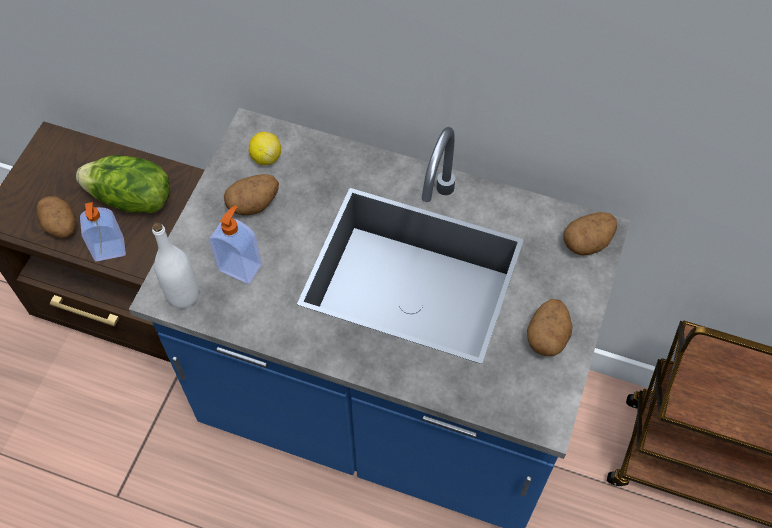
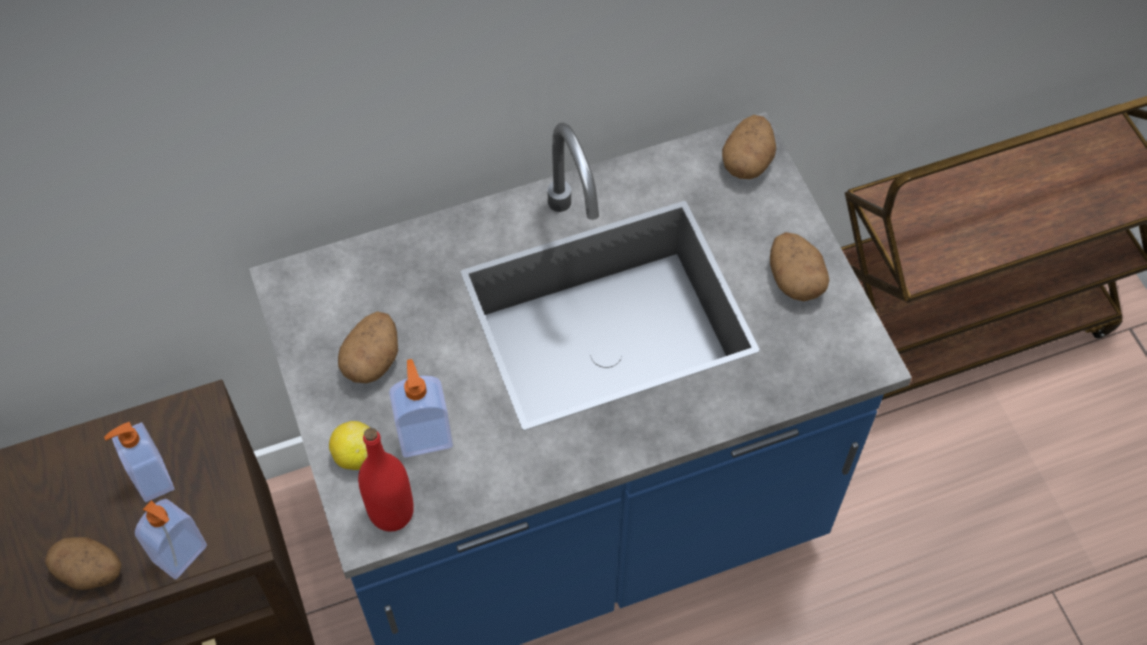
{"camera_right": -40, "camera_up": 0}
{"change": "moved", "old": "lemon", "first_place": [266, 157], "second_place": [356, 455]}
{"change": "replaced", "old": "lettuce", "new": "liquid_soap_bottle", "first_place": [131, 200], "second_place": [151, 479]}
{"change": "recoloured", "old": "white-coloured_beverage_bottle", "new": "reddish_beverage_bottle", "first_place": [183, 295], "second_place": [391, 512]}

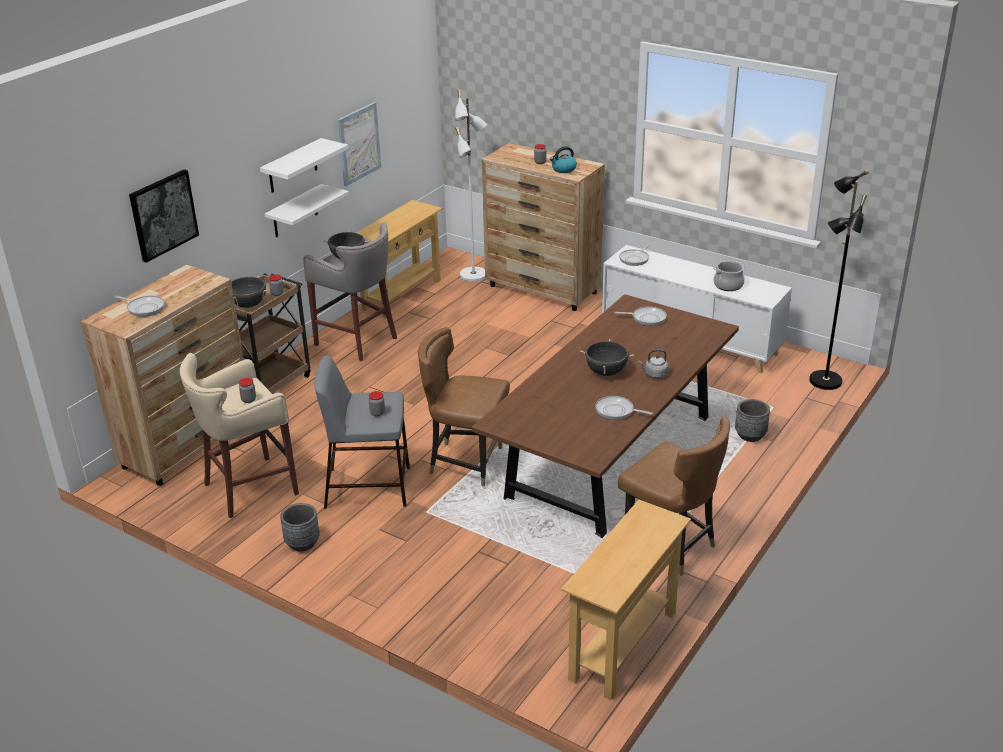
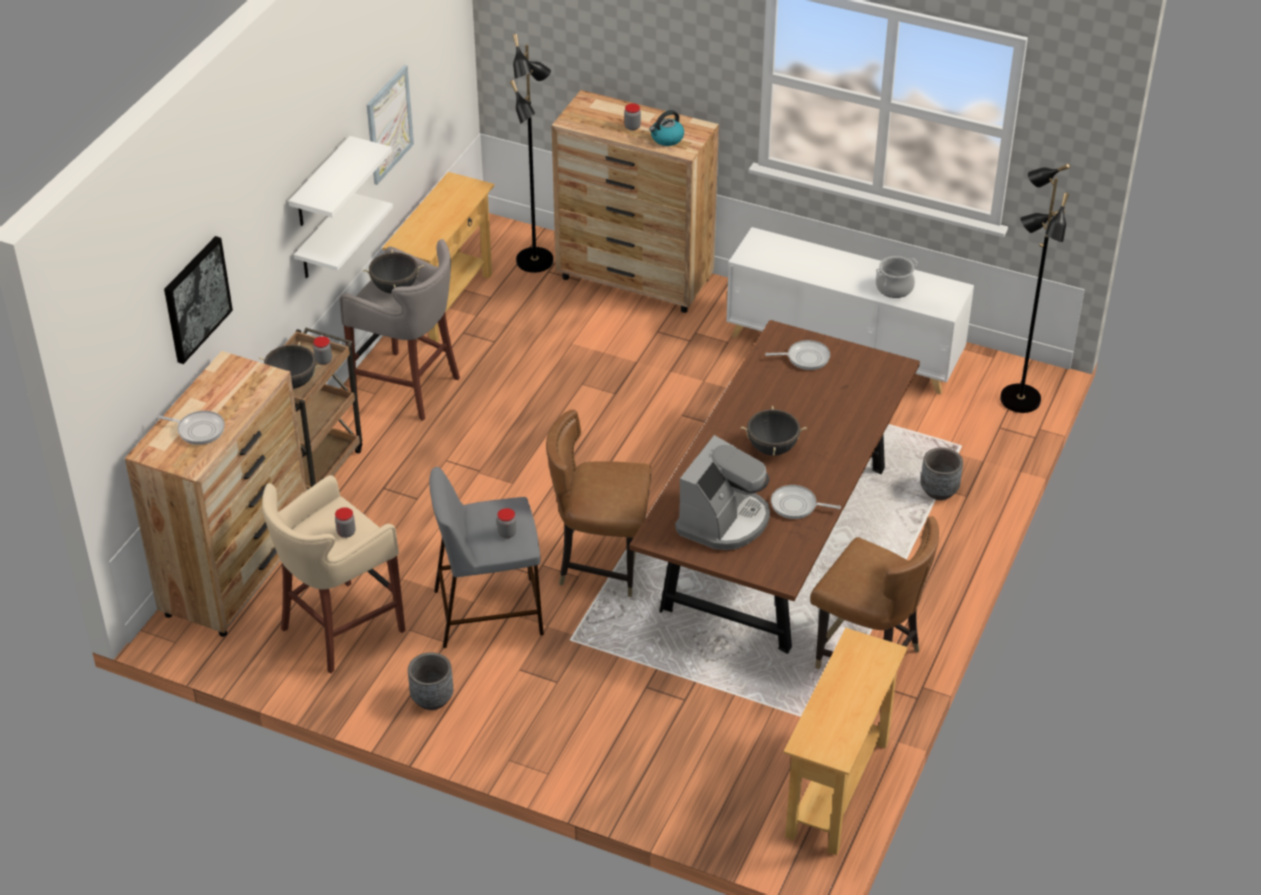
{"camera_right": -10, "camera_up": 10}
{"change": "recoloured", "old": "white-coloured_standard_lamp", "new": "black-coloured_standard_lamp", "first_place": [474, 275], "second_place": [536, 261]}
{"change": "removed", "old": "skillet", "first_place": [635, 259]}
{"change": "removed", "old": "grey_water_kettle", "first_place": [654, 374]}
{"change": "added", "new": "coffee_machine", "second_place": [724, 521]}

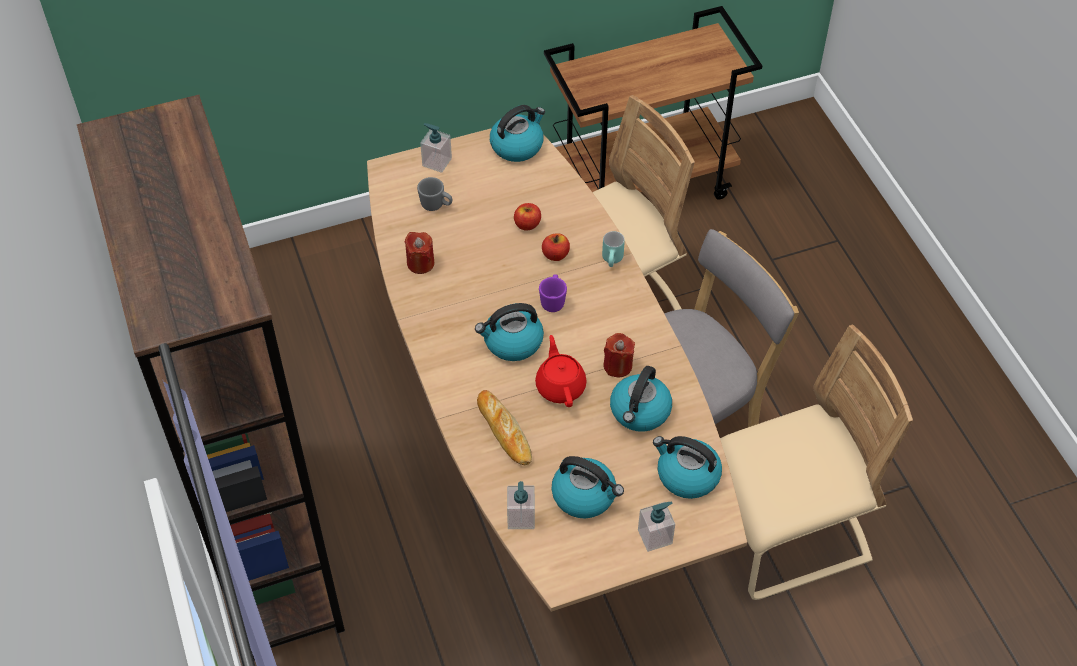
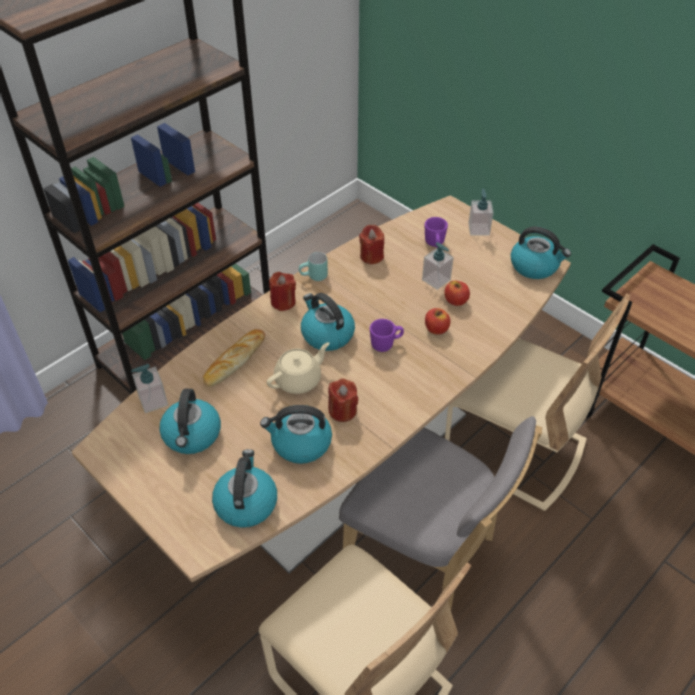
{"camera_right": 65, "camera_up": -5}
{"change": "recoloured", "old": "grey_coffee_mug", "new": "purple-coloured_coffee_mug", "first_place": [436, 205], "second_place": [434, 244]}
{"change": "moved", "old": "turquoise-coloured_coffee_mug", "first_place": [613, 261], "second_place": [314, 277]}
{"change": "recoloured", "old": "reddish_teapot", "new": "beige-coloured_teapot", "first_place": [560, 386], "second_place": [299, 380]}
{"change": "moved", "old": "liquid_soap_bottle", "first_place": [655, 536], "second_place": [436, 280]}
{"change": "added", "new": "reddish_wax_light", "second_place": [283, 302]}

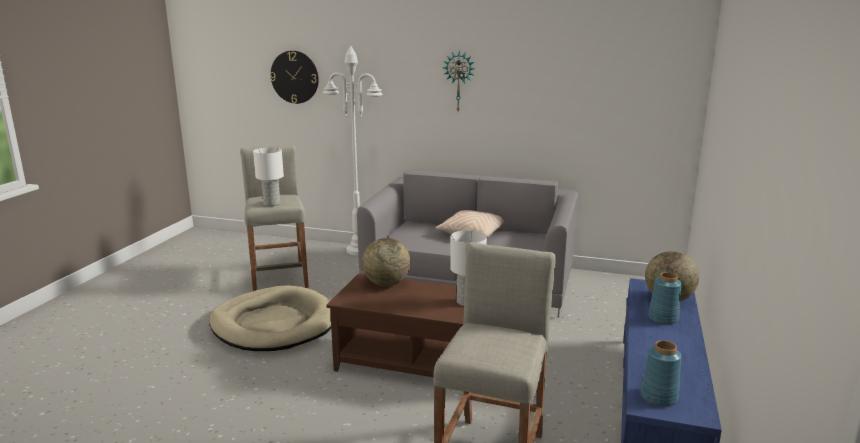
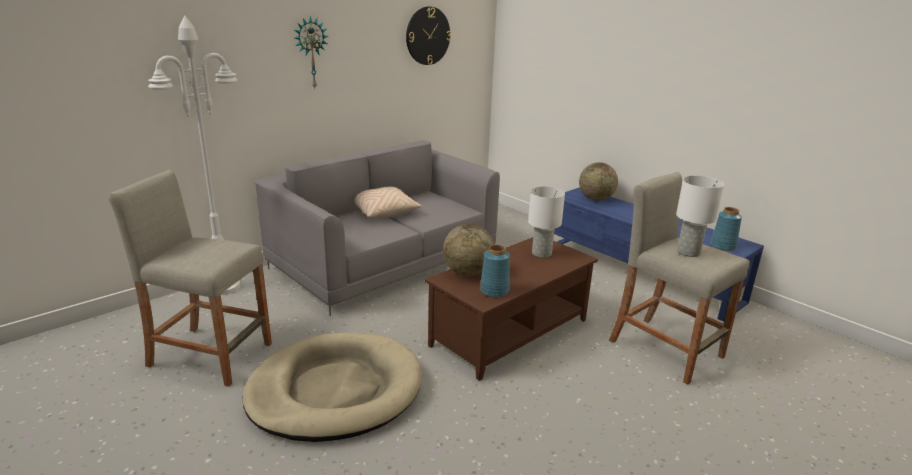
{"camera_right": -60, "camera_up": 5}
{"change": "moved", "old": "hanging_clock", "first_place": [294, 77], "second_place": [427, 36]}
{"change": "moved", "old": "white-coloured_lamp_for_a_table", "first_place": [271, 204], "second_place": [688, 252]}
{"change": "moved", "old": "blue-coloured_flower_vase", "first_place": [663, 318], "second_place": [495, 291]}

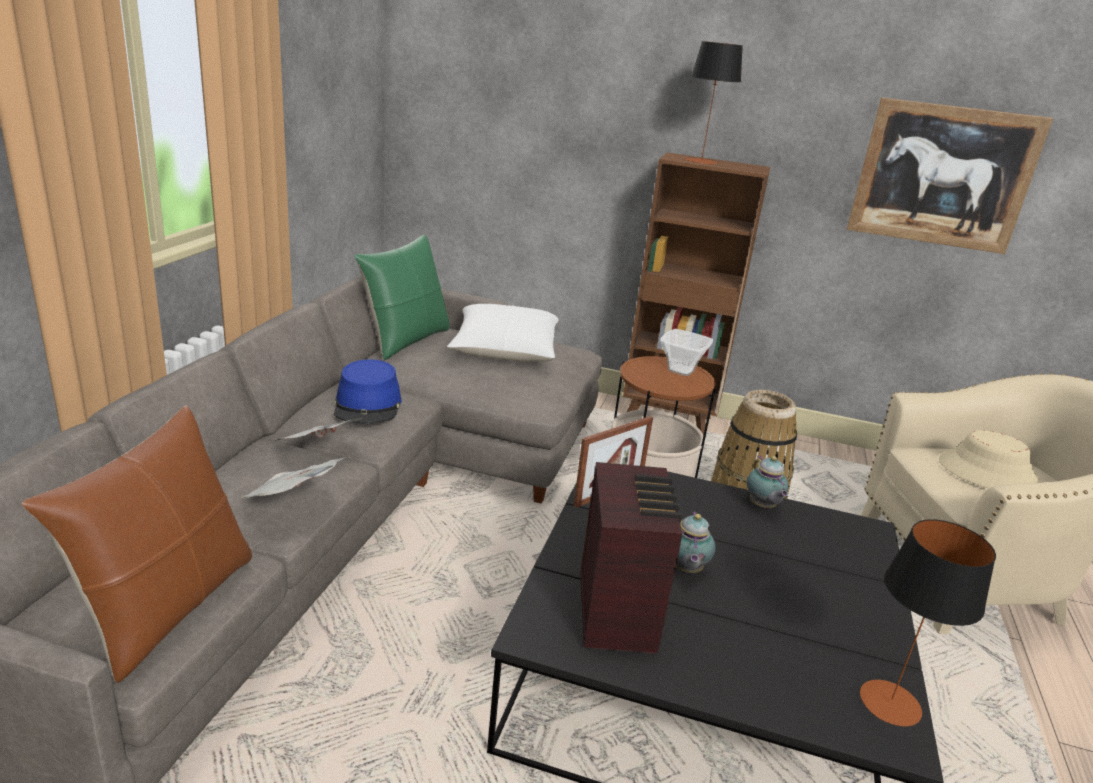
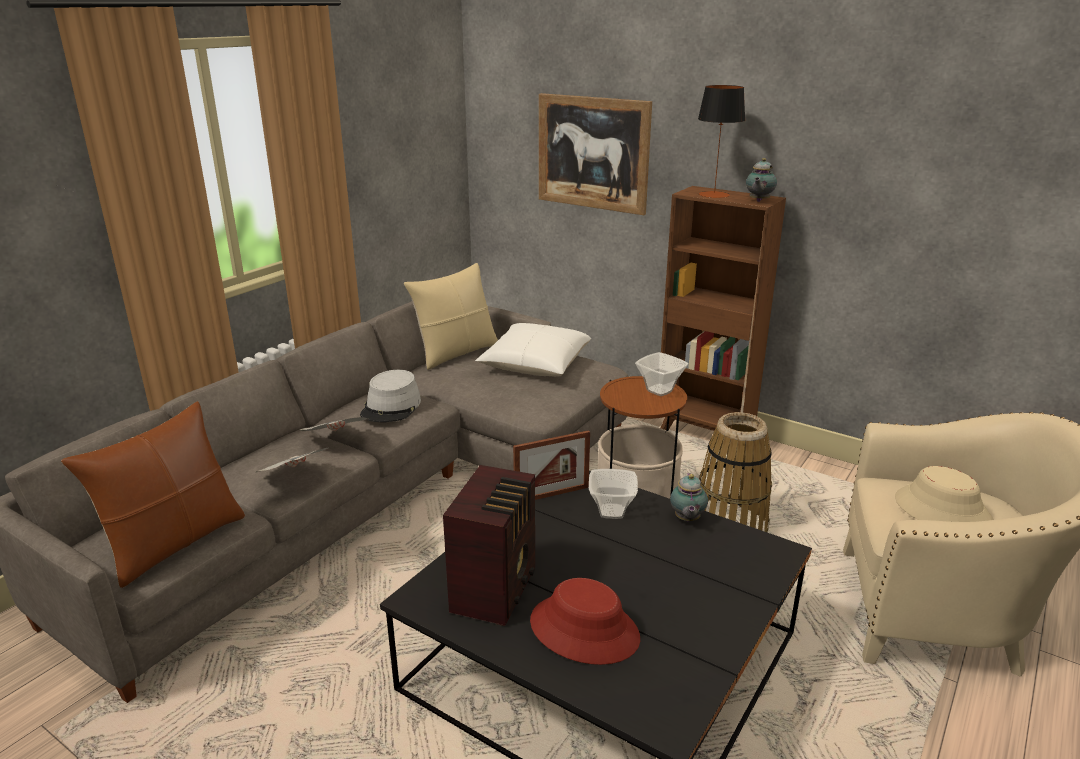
{"camera_right": 20, "camera_up": 0}
{"change": "moved", "old": "wall_art", "first_place": [943, 176], "second_place": [592, 153]}
{"change": "recoloured", "old": "greenish_cushion", "new": "beige-coloured_cushion", "first_place": [405, 340], "second_place": [455, 353]}
{"change": "recoloured", "old": "blue-coloured_clothing_hat", "new": "grey_clothing_hat", "first_place": [368, 405], "second_place": [391, 407]}
{"change": "moved", "old": "teapot", "first_place": [686, 570], "second_place": [758, 201]}
{"change": "removed", "old": "lamp_for_a_table", "first_place": [890, 702]}
{"change": "added", "new": "bowl", "second_place": [613, 511]}
{"change": "added", "new": "reddish_clothing_hat", "second_place": [584, 629]}

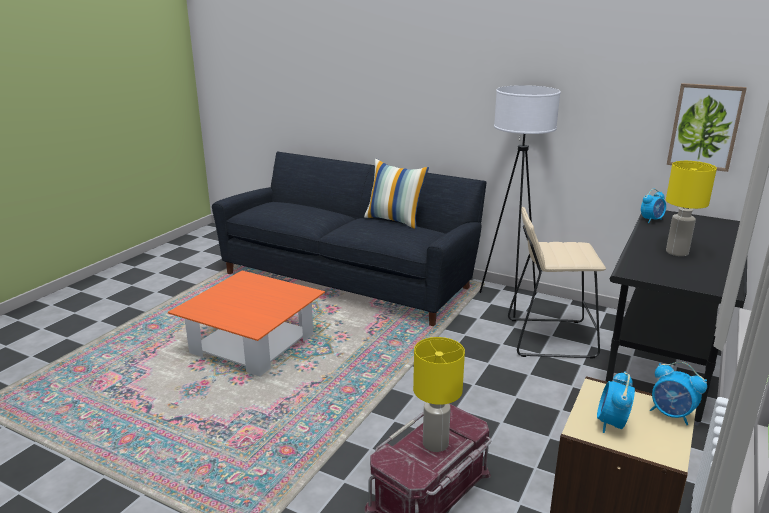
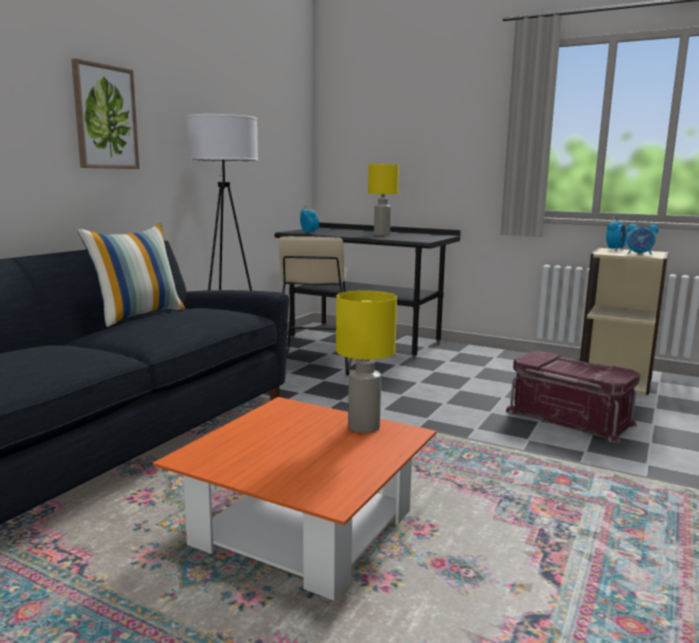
{"camera_right": -90, "camera_up": -10}
{"change": "moved", "old": "wall_art", "first_place": [705, 127], "second_place": [105, 117]}
{"change": "moved", "old": "yellow-coloured_lamp_for_a_table", "first_place": [436, 444], "second_place": [364, 427]}

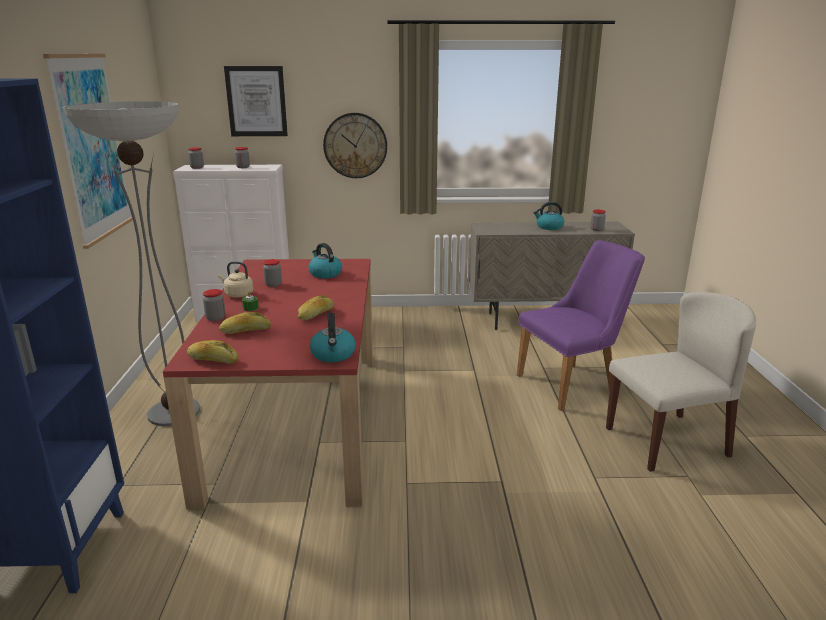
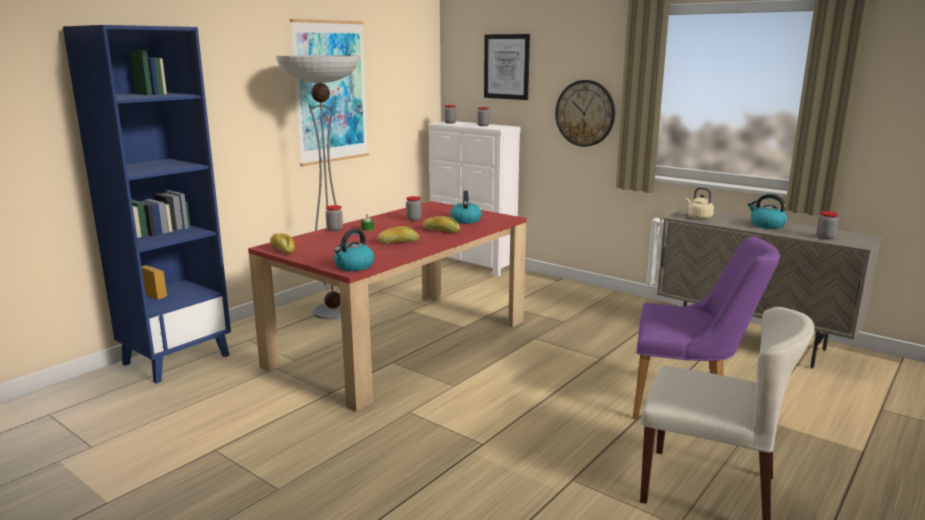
{"camera_right": 40, "camera_up": -5}
{"change": "moved", "old": "beige-coloured_water_kettle", "first_place": [237, 294], "second_place": [698, 217]}
{"change": "moved", "old": "bakery_bread", "first_place": [245, 331], "second_place": [441, 231]}

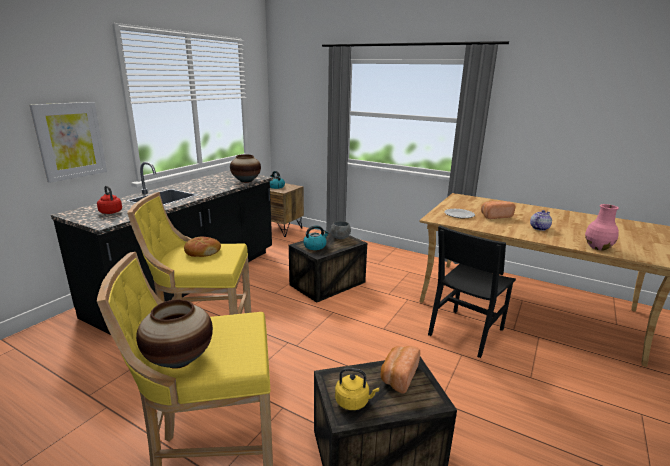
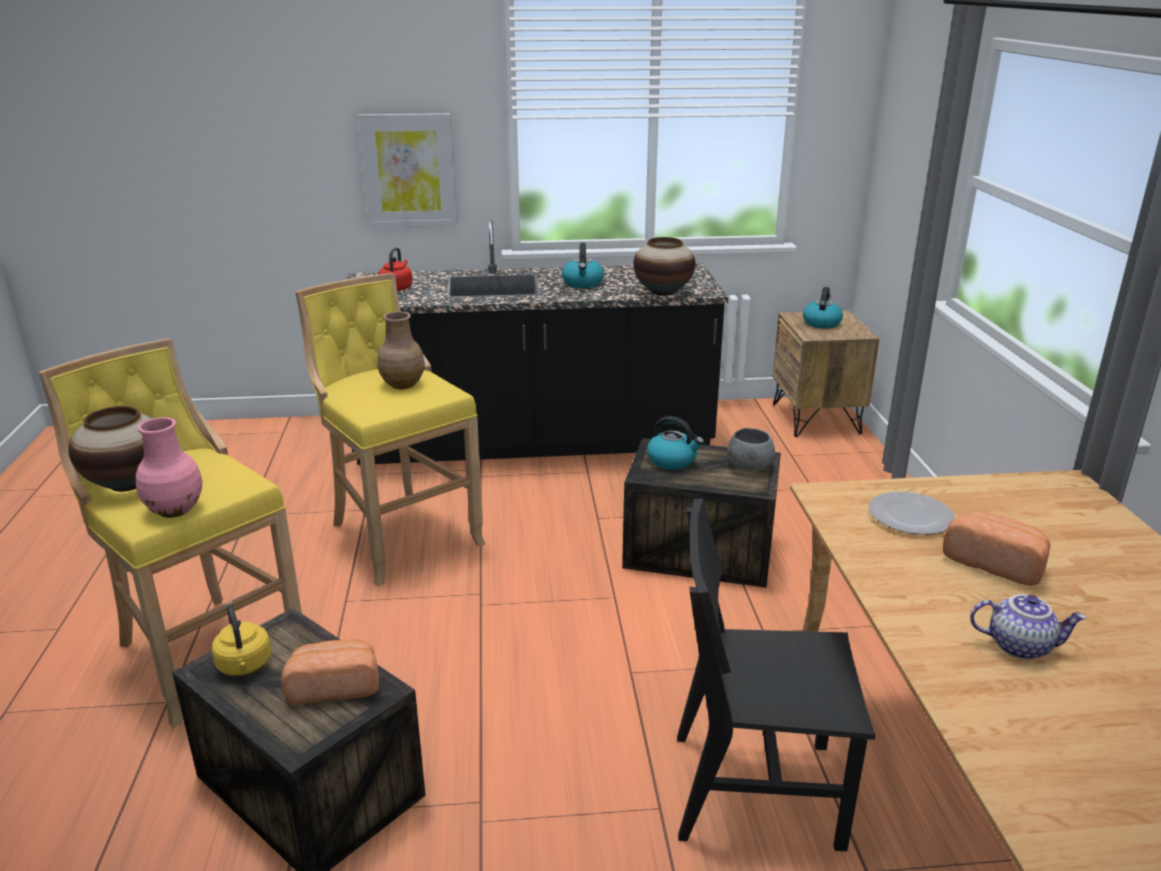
{"camera_right": 55, "camera_up": 5}
{"change": "moved", "old": "pinkish_flower_vase", "first_place": [597, 247], "second_place": [174, 509]}
{"change": "replaced", "old": "bakery_bread", "new": "brown_flower_vase", "first_place": [202, 252], "second_place": [403, 384]}
{"change": "added", "new": "water_kettle", "second_place": [583, 283]}

